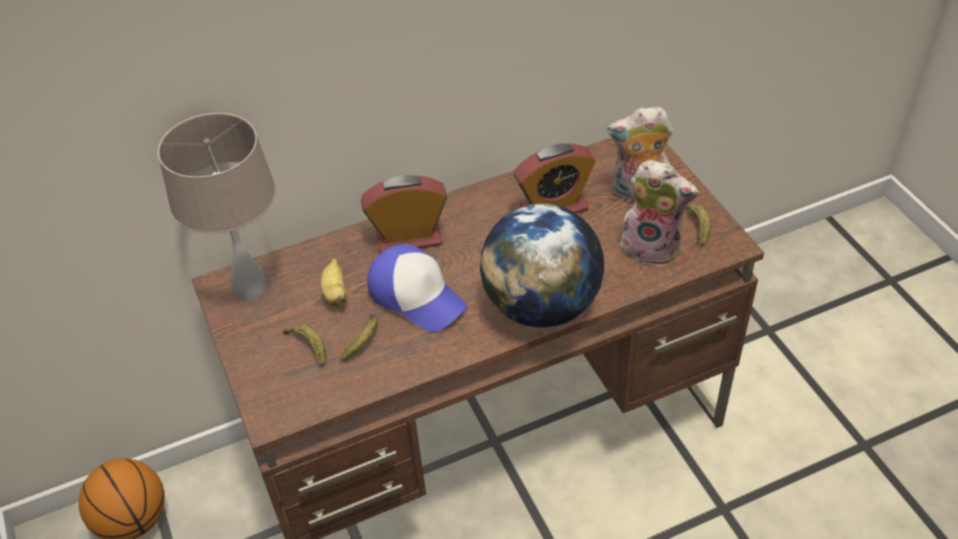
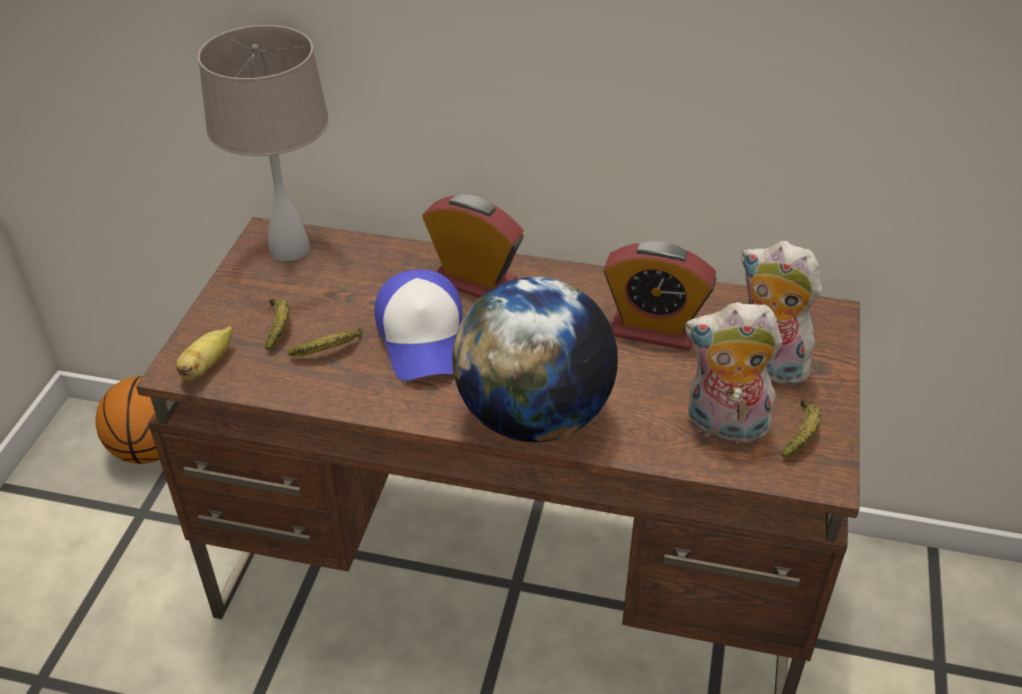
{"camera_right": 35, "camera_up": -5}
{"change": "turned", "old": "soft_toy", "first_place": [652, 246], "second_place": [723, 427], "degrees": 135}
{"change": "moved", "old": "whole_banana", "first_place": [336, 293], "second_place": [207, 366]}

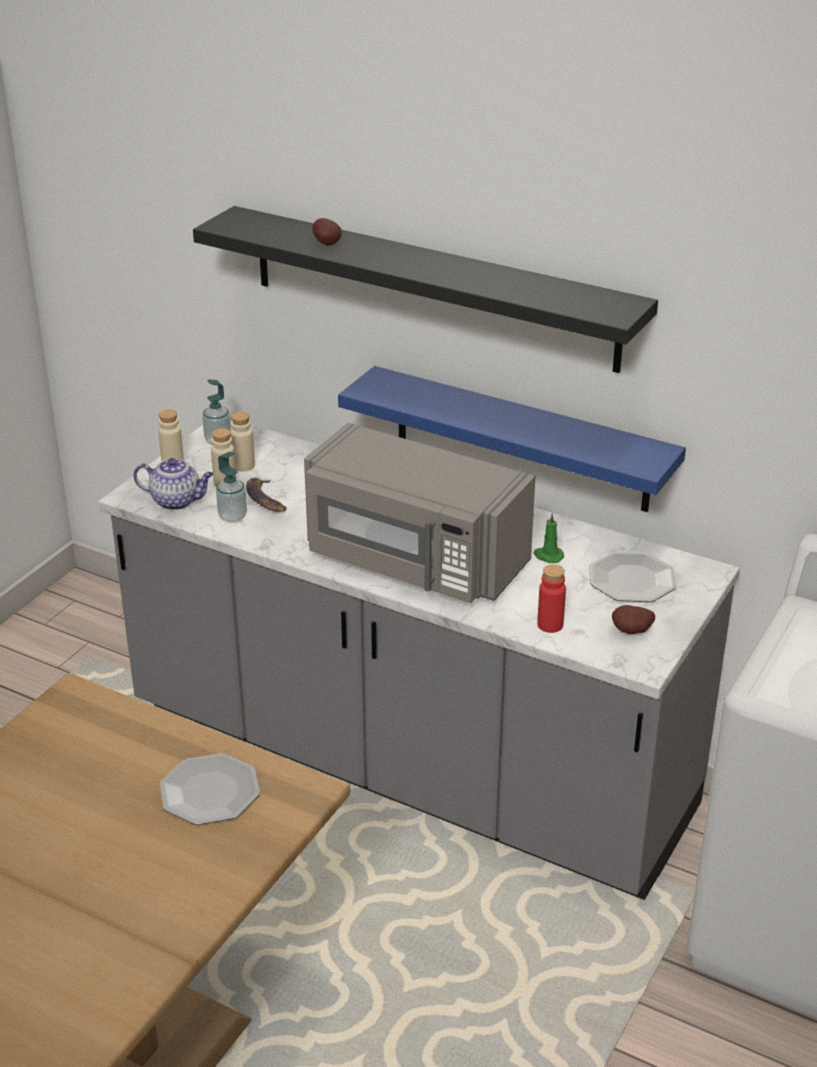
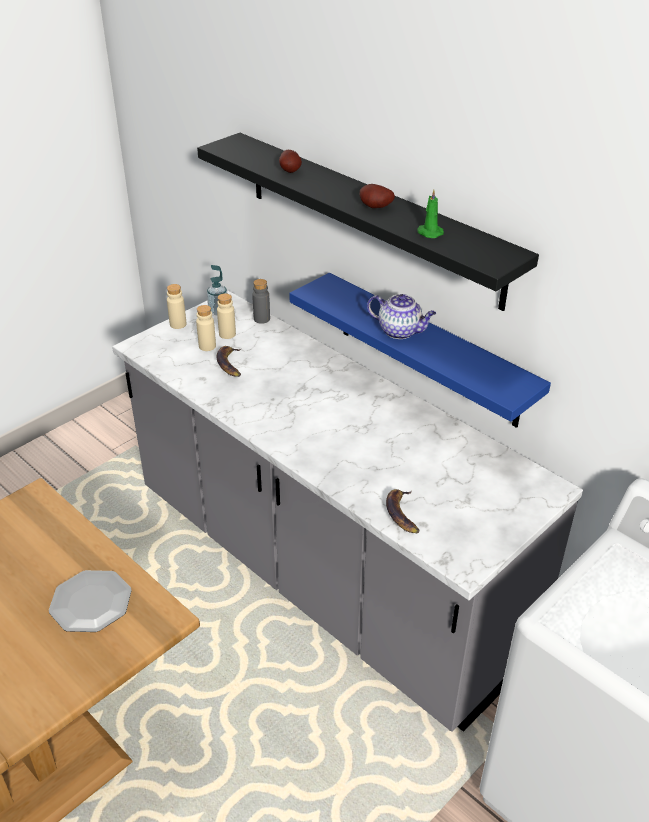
{"camera_right": 15, "camera_up": 5}
{"change": "removed", "old": "grey_microwave", "first_place": [414, 561]}
{"change": "removed", "old": "liquid_soap_bottle", "first_place": [232, 516]}
{"change": "moved", "old": "teapot", "first_place": [177, 501], "second_place": [400, 331]}
{"change": "moved", "old": "greenish_wax_light", "first_place": [548, 556], "second_place": [429, 232]}
{"change": "removed", "old": "plate", "first_place": [631, 580]}
{"change": "replaced", "old": "reddish_beverage_bottle", "new": "whole_banana", "first_place": [550, 625], "second_place": [401, 513]}
{"change": "moved", "old": "potato", "first_place": [632, 632], "second_place": [375, 207]}
{"change": "added", "new": "grey_beverage_bottle", "second_place": [261, 319]}

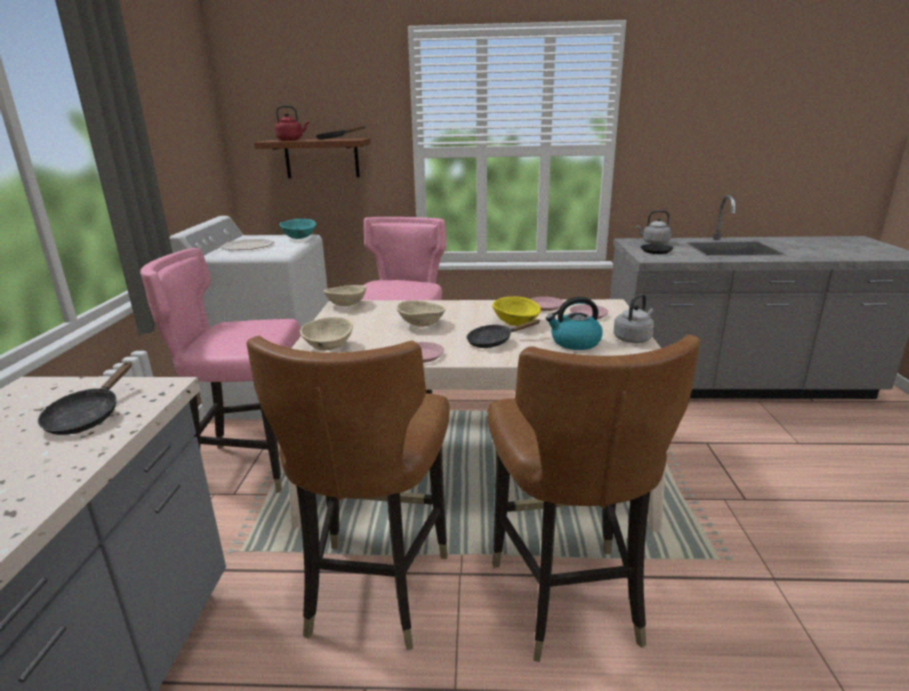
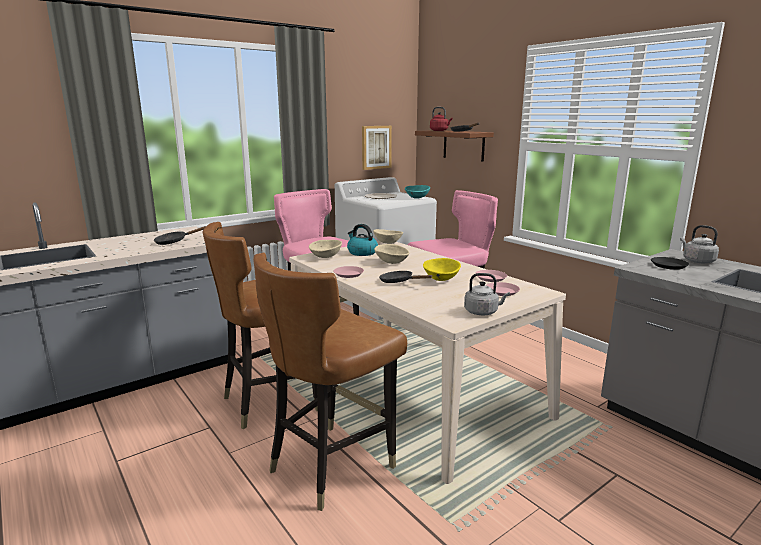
{"camera_right": 50, "camera_up": -5}
{"change": "moved", "old": "water_kettle", "first_place": [574, 342], "second_place": [362, 252]}
{"change": "added", "new": "wall_art", "second_place": [376, 147]}

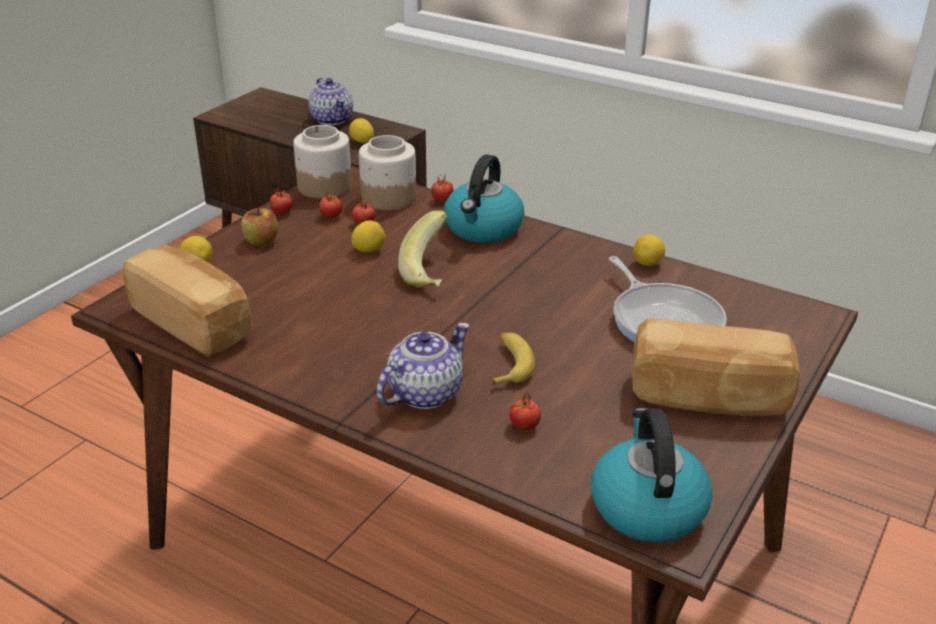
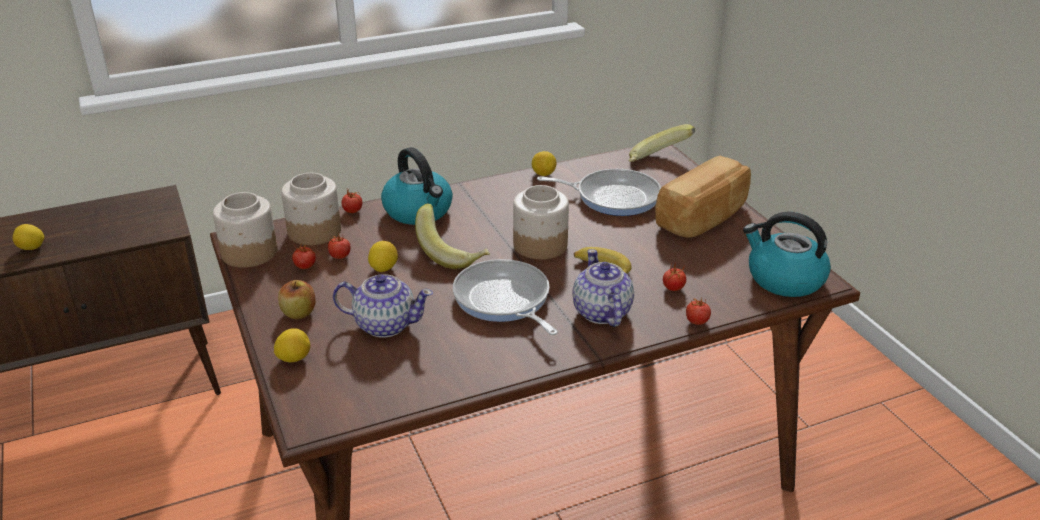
{"camera_right": -55, "camera_up": 0}
{"change": "moved", "old": "teapot", "first_place": [332, 119], "second_place": [384, 324]}
{"change": "moved", "old": "lemon", "first_place": [361, 142], "second_place": [31, 248]}
{"change": "moved", "old": "tomato", "first_place": [282, 212], "second_place": [697, 321]}
{"change": "removed", "old": "bakery_bread", "first_place": [193, 323]}
{"change": "added", "new": "whole_banana", "second_place": [658, 162]}
{"change": "added", "new": "preserve_jar", "second_place": [539, 245]}
{"change": "added", "new": "skillet", "second_place": [504, 300]}

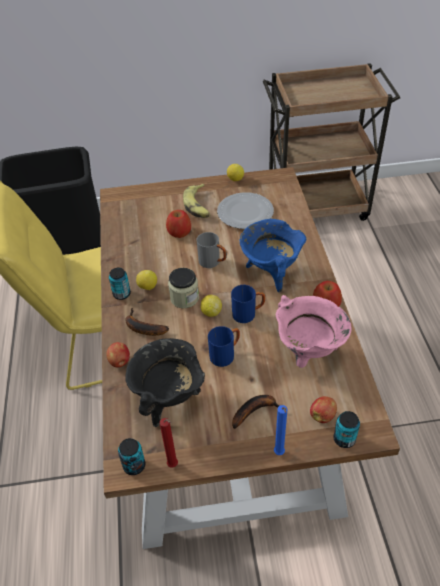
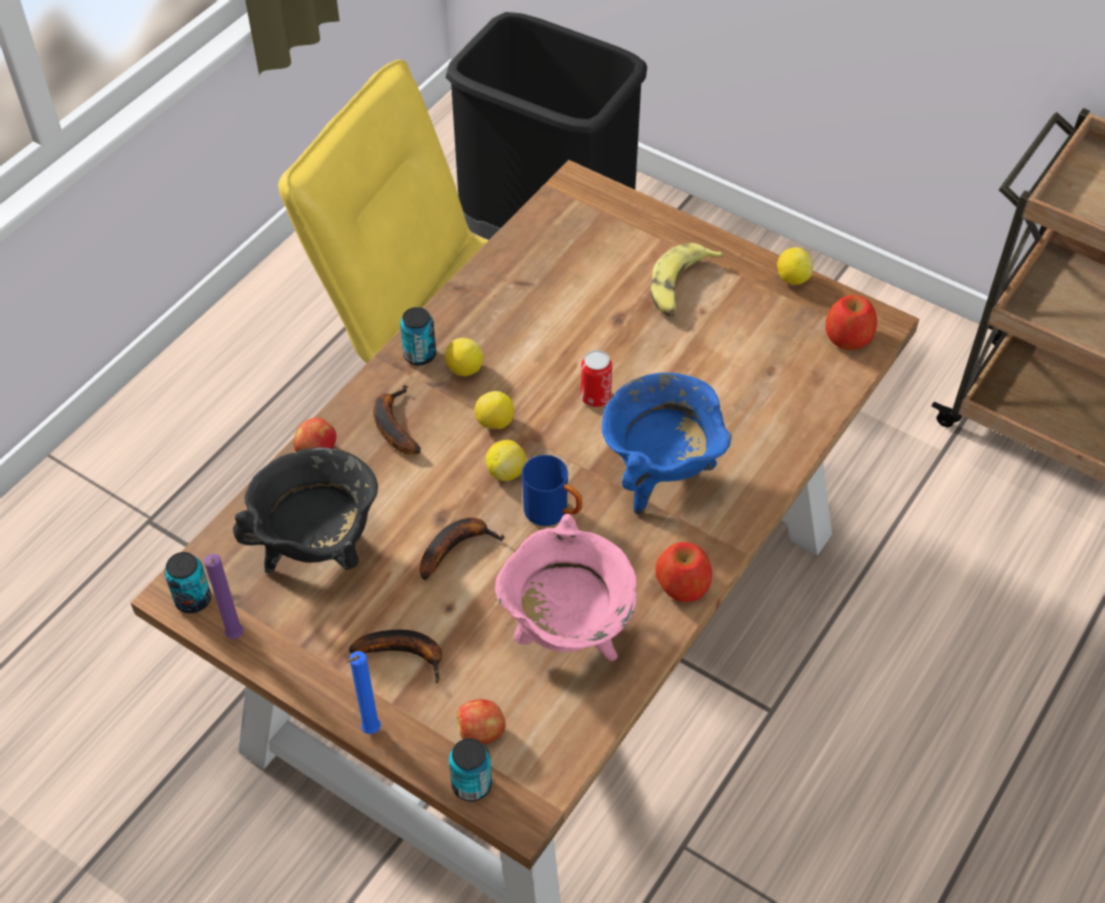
{"camera_right": 40, "camera_up": 5}
{"change": "removed", "old": "plate", "first_place": [245, 213]}
{"change": "moved", "old": "whole_apple", "first_place": [179, 231], "second_place": [848, 336]}
{"change": "replaced", "old": "grey_coffee_mug", "new": "sealed_can", "first_place": [213, 262], "second_place": [595, 397]}
{"change": "replaced", "old": "preserve_jar", "new": "lemon", "first_place": [184, 298], "second_place": [494, 423]}
{"change": "replaced", "old": "blue-coloured_coffee_mug", "new": "whole_banana", "first_place": [225, 354], "second_place": [456, 547]}
{"change": "recoloured", "old": "reddish_wax_light", "new": "purple-coloured_wax_light", "first_place": [174, 466], "second_place": [235, 638]}

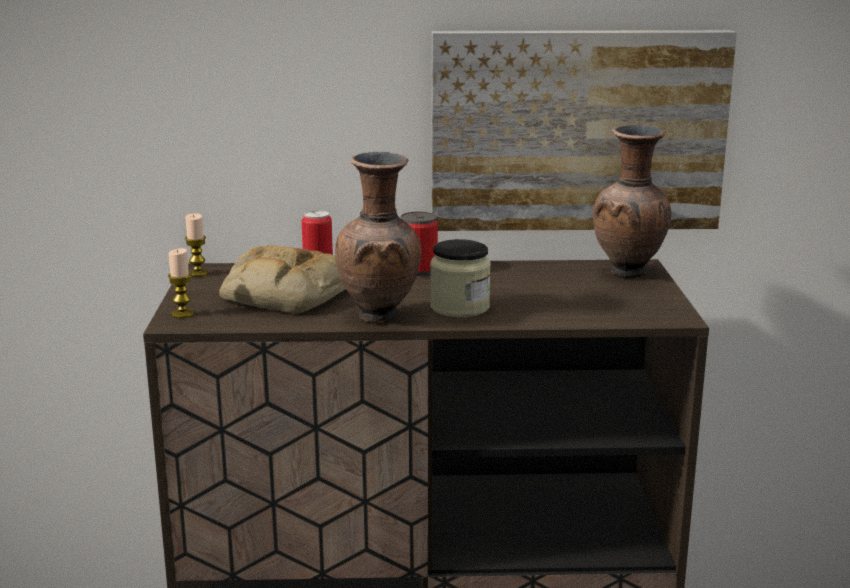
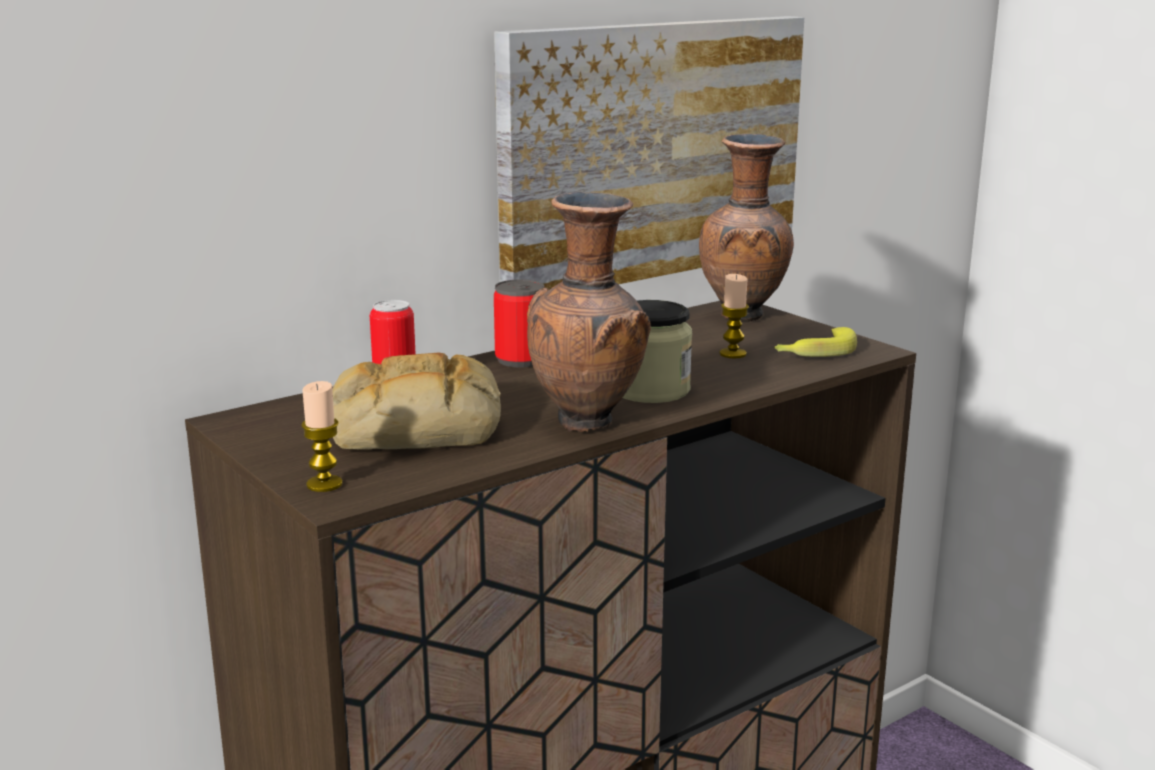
{"camera_right": -35, "camera_up": 0}
{"change": "moved", "old": "wax_light", "first_place": [198, 273], "second_place": [732, 354]}
{"change": "added", "new": "whole_banana", "second_place": [814, 352]}

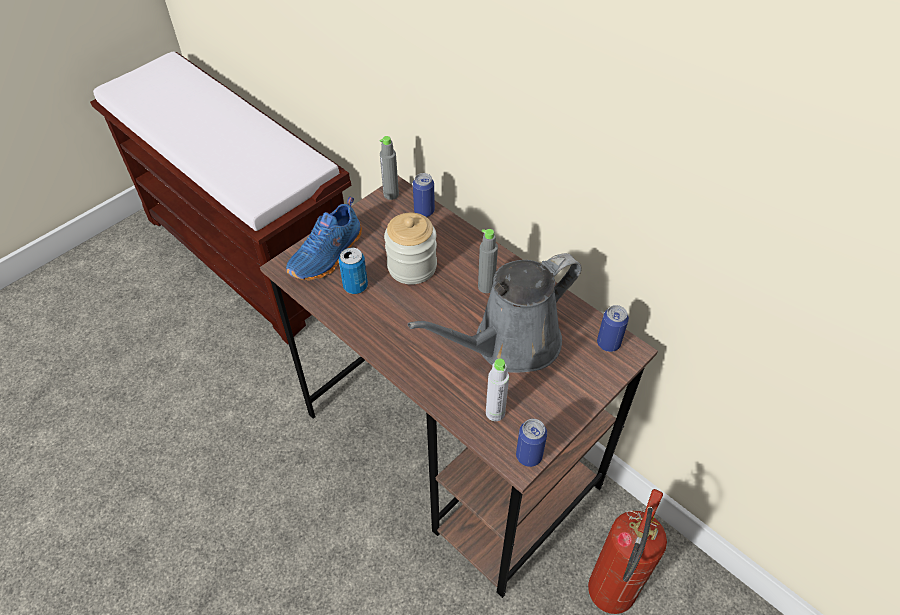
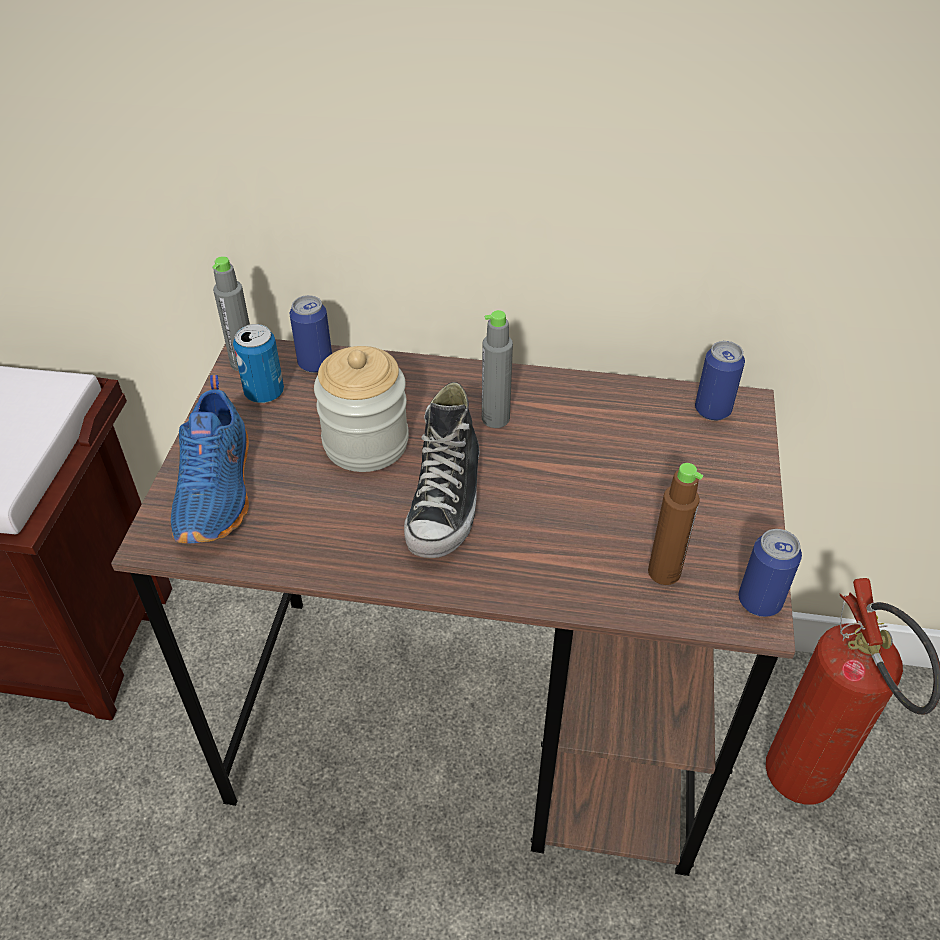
{"camera_right": -35, "camera_up": -5}
{"change": "moved", "old": "sealed_can", "first_place": [355, 286], "second_place": [264, 393]}
{"change": "removed", "old": "grey_sprinkling_can", "first_place": [510, 344]}
{"change": "recoloured", "old": "grey_beverage_bottle", "new": "brown_beverage_bottle", "first_place": [495, 413], "second_place": [664, 572]}
{"change": "added", "new": "item_of_footwear", "second_place": [446, 502]}

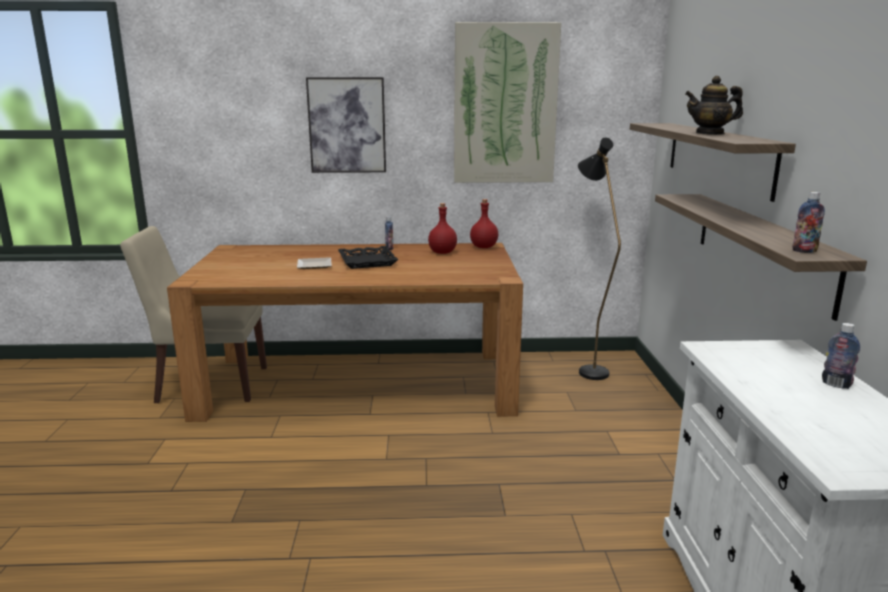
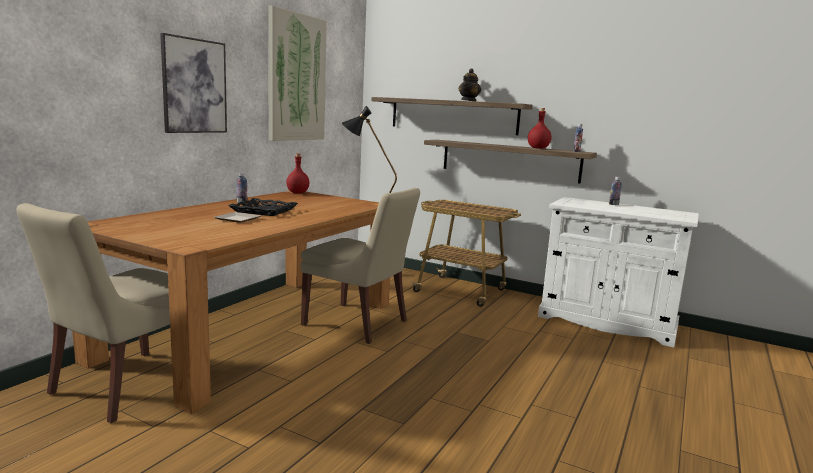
{"camera_right": -60, "camera_up": -5}
{"change": "moved", "old": "reddish_beverage_bottle", "first_place": [442, 252], "second_place": [538, 148]}
{"change": "added", "new": "beige-coloured_chair", "second_place": [358, 323]}
{"change": "added", "new": "trolley", "second_place": [462, 291]}

